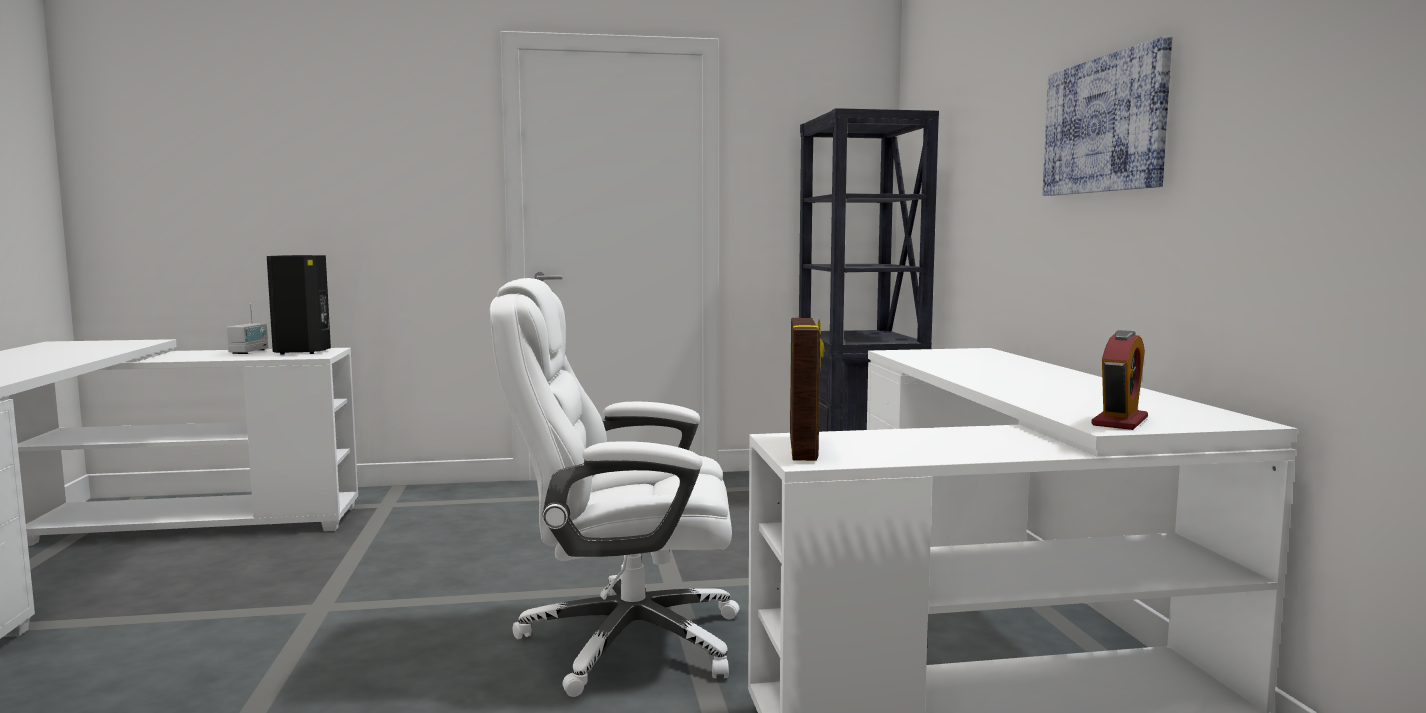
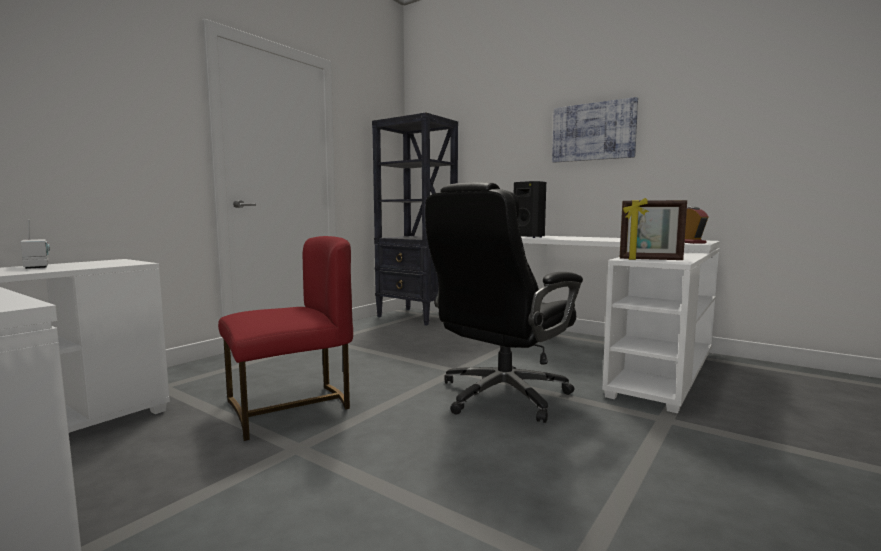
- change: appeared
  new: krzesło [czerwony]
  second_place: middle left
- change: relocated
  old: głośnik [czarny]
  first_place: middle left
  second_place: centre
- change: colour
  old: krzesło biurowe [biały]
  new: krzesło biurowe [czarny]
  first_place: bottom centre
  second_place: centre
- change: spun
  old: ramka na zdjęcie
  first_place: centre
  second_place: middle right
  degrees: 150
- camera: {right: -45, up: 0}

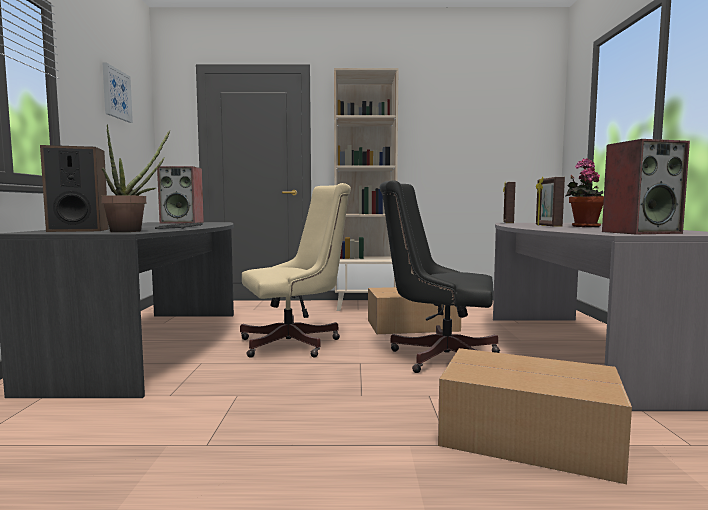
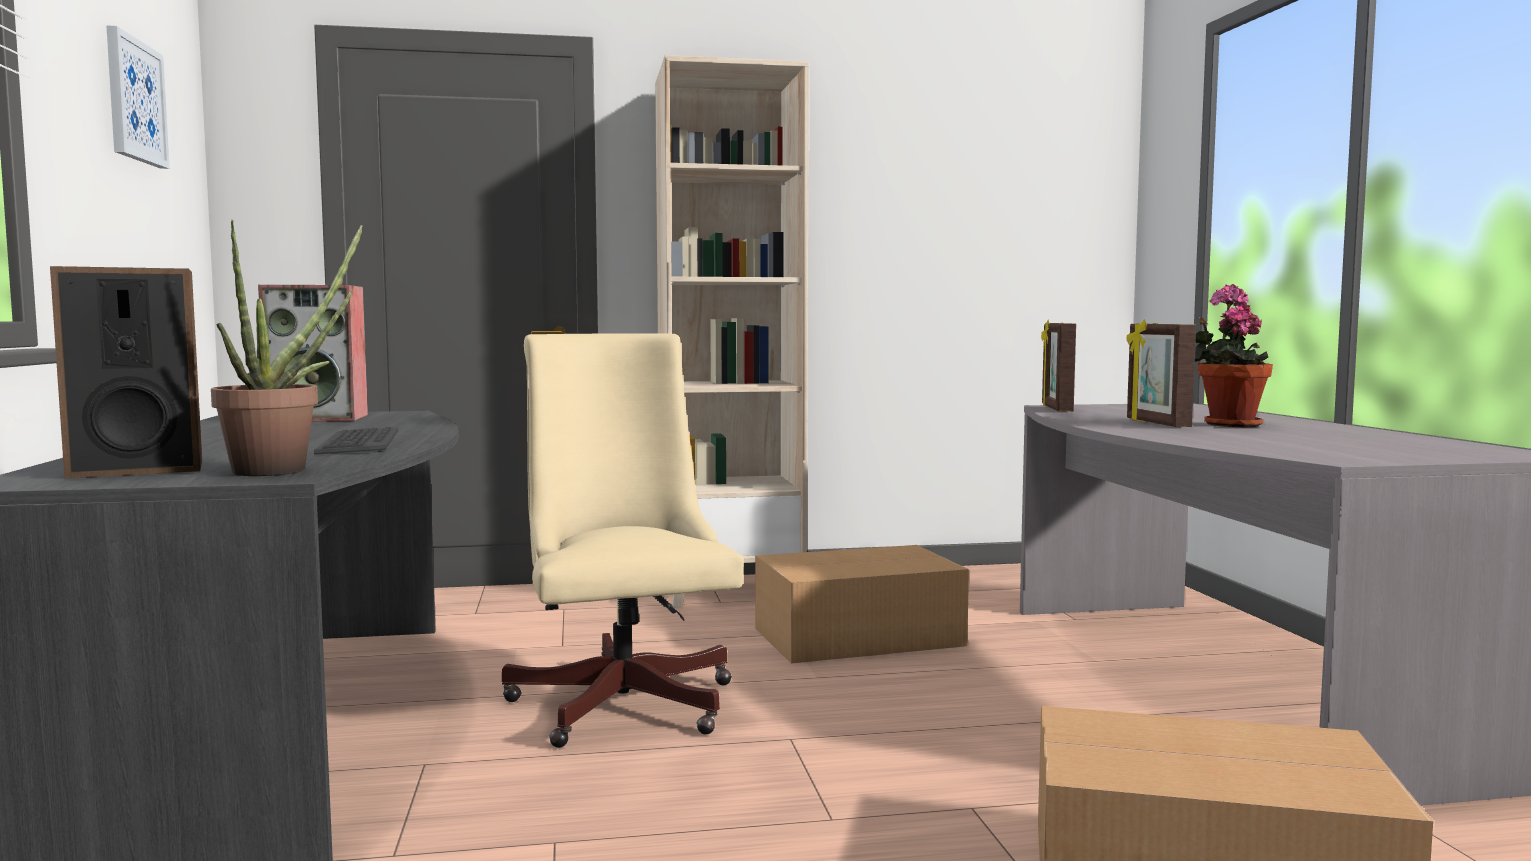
- change: missing
  old: krzesło biurowe [czarny]
  first_place: centre
- change: missing
  old: głośnik (no. 3 from left)
  first_place: middle right
- change: spun
  old: krzesło biurowe [beżowy]
  first_place: centre
  second_place: centre
  degrees: -75
- camera: {right: -10, up: 0}

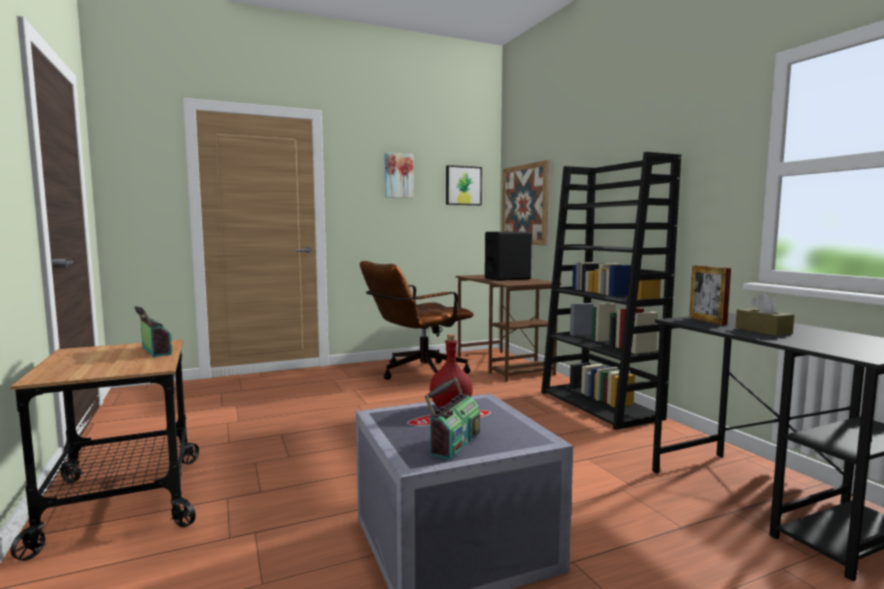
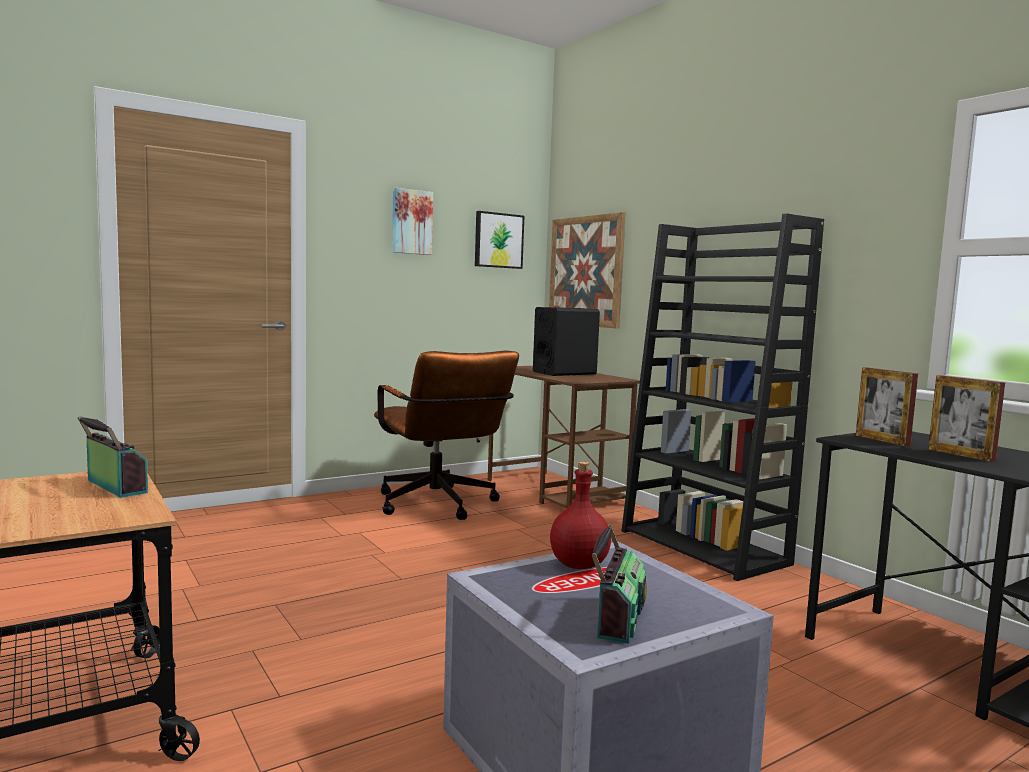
- change: exchanged
  old: pudełko chusteczek [brązowy]
  new: ramka na zdjęcie (no. 2 from left)
  first_place: middle right
  second_place: middle right
- change: spun
  old: krzesło biurowe [brązowy]
  first_place: centre
  second_place: centre
  degrees: -75
- camera: {right: -10, up: 0}

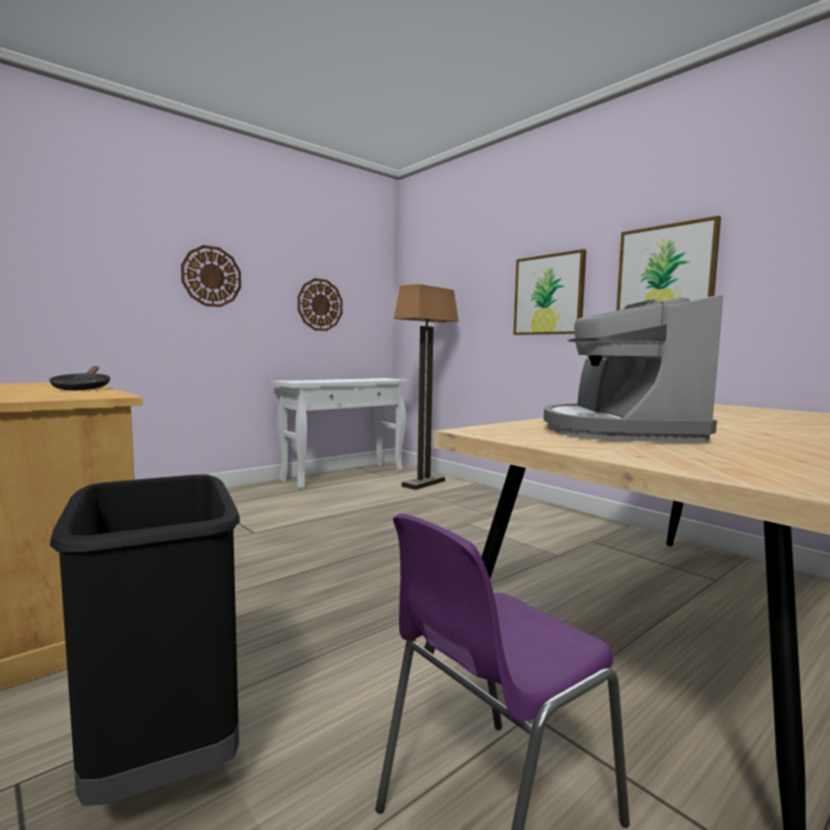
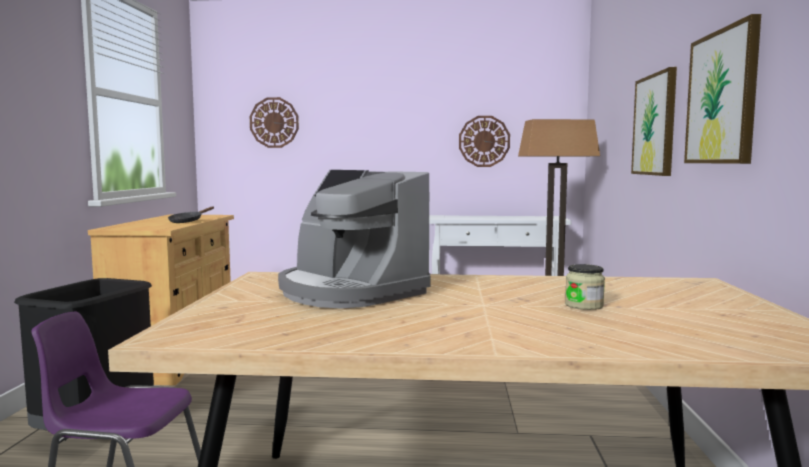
- change: appeared
  new: słoik
  second_place: middle right
- change: relocated
  old: zegar ścienny (no. 1 from left)
  first_place: top left
  second_place: top centre
- change: spun
  old: ekspres do kawy
  first_place: middle right
  second_place: centre
  degrees: -90
- camera: {right: 45, up: 0}

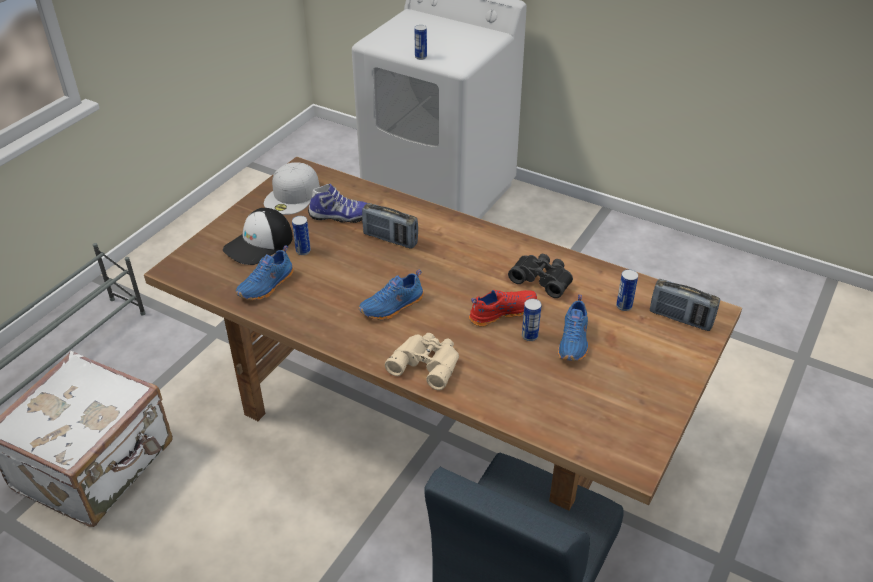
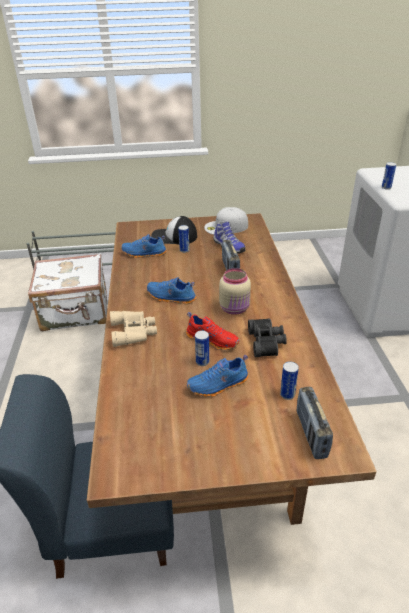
- change: appeared
  new: słoik [beżowy]
  second_place: centre
- camera: {right: 55, up: -5}

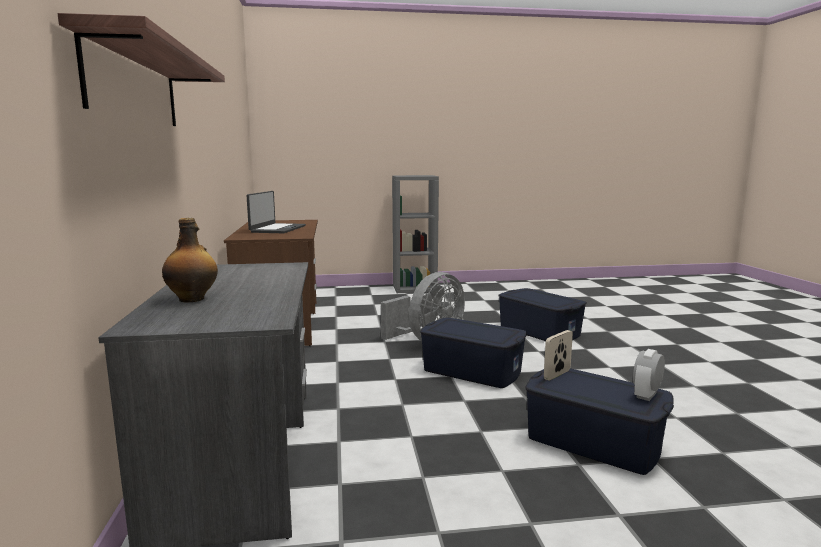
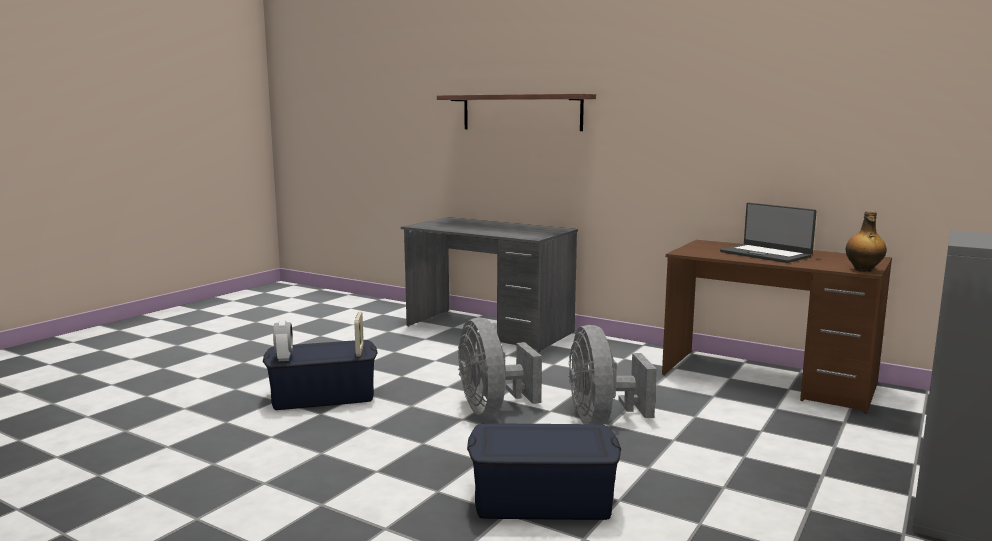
- change: relocated
  old: butelka
  first_place: middle left
  second_place: middle right
- change: exchanged
  old: pojemnik do przechowywania [niebieski] (no. 1 from left)
  new: wentylator [szary] (no. 1 from left)
  first_place: centre
  second_place: bottom centre
- camera: {right: 130, up: 0}

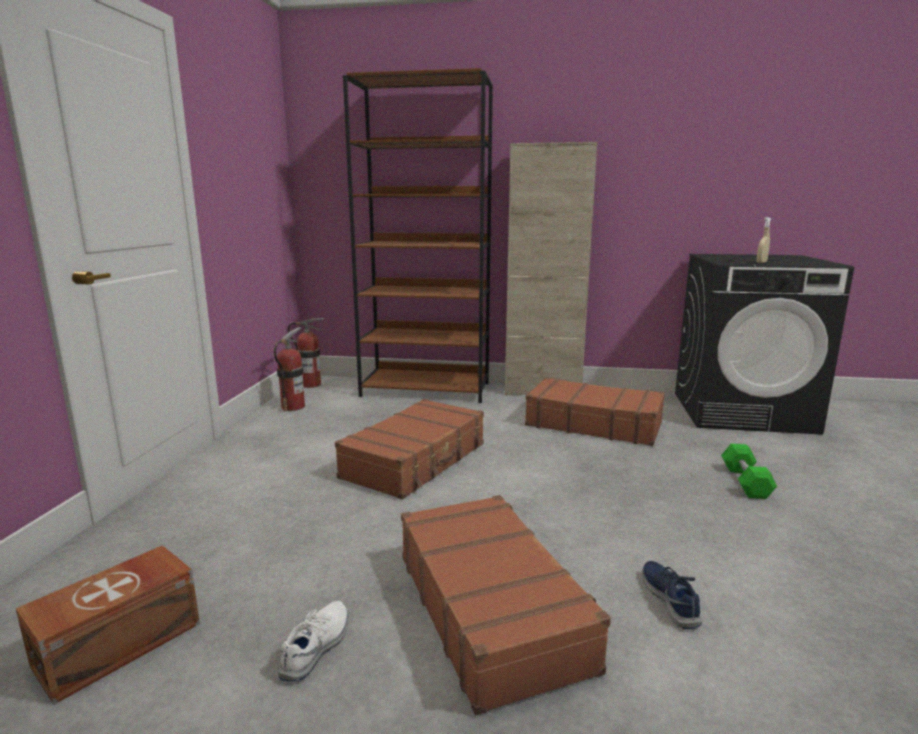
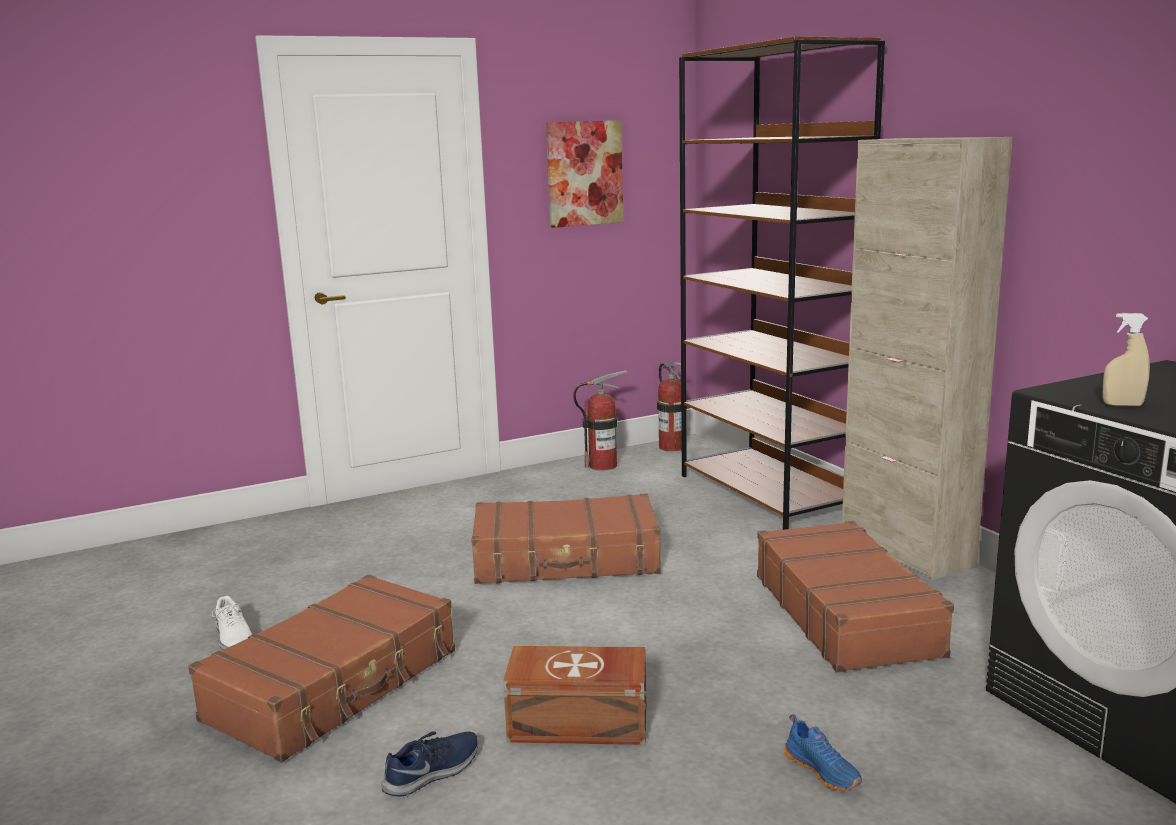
- change: appeared
  new: obraz
  second_place: top centre
- change: relocated
  old: pojemnik do przechowywania [brązowy]
  first_place: bottom left
  second_place: bottom centre
- change: exchanged
  old: hantel [zielony]
  new: but [niebieski] (no. 2 from left)
  first_place: middle right
  second_place: bottom right
- change: spun
  old: but [biały]
  first_place: bottom centre
  second_place: bottom left
  degrees: 75
- camera: {right: 55, up: 0}

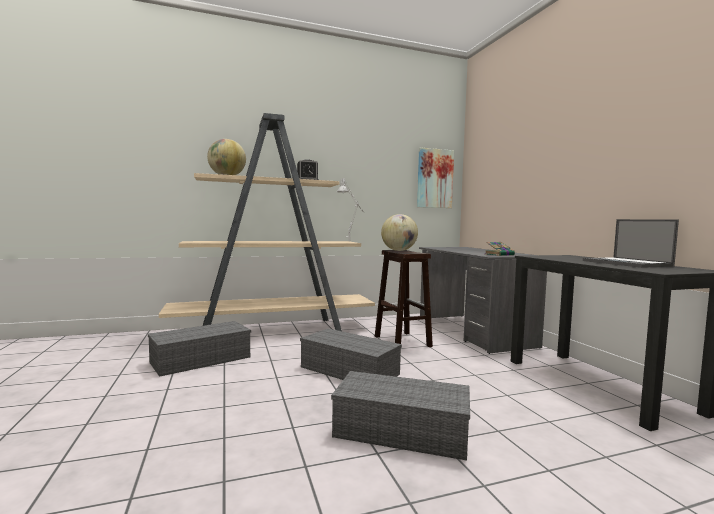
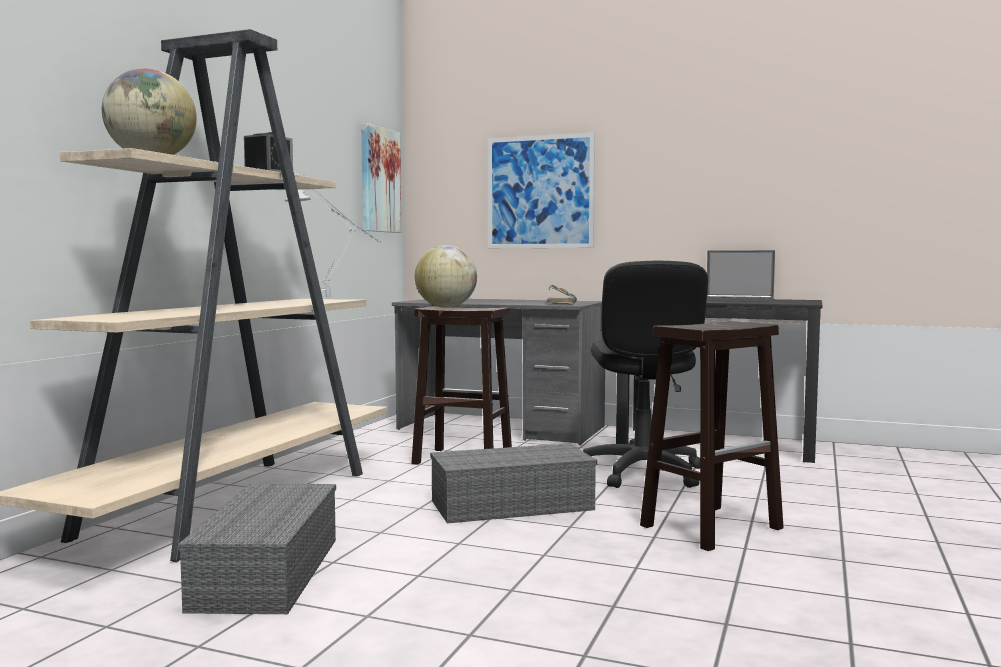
- change: appeared
  new: obraz (no. 2 from left)
  second_place: top centre
- change: appeared
  new: krzesło biurowe [czarny]
  second_place: centre
- change: exchanged
  old: pojemnik do przechowywania [szary] (no. 3 from left)
  new: stołek [brązowy] (no. 2 from left)
  first_place: bottom centre
  second_place: middle right
- camera: {right: -50, up: 0}

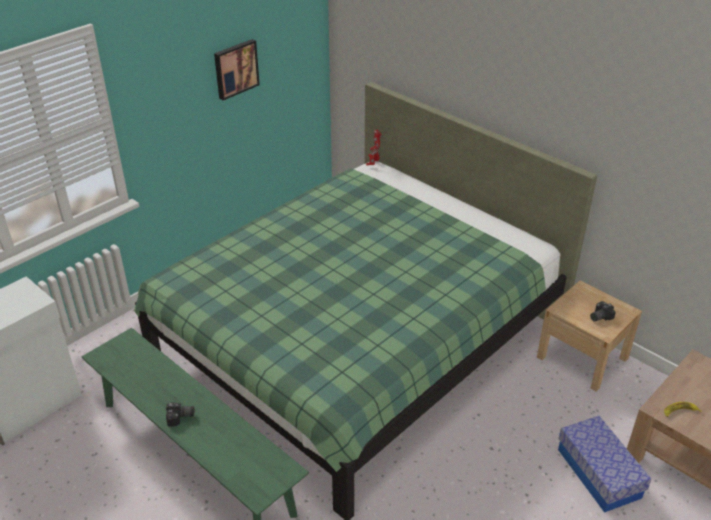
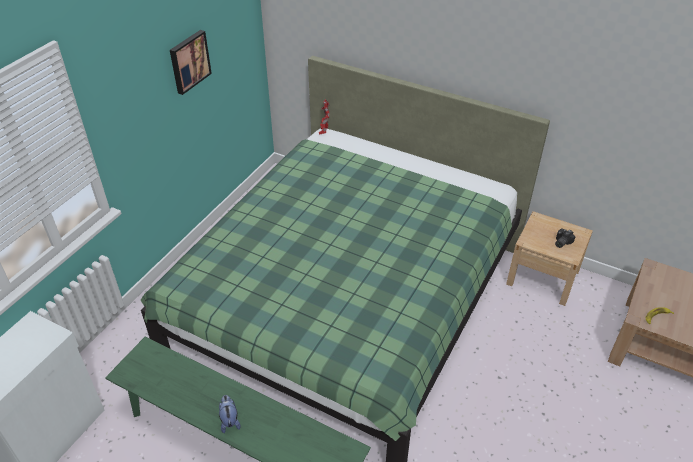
- change: missing
  old: pojemnik do przechowywania
  first_place: bottom right
- change: exchanged
  old: aparat fotograficzny (no. 1 from left)
  new: pluszak
  first_place: bottom left
  second_place: bottom left
- camera: {right: -15, up: 5}

